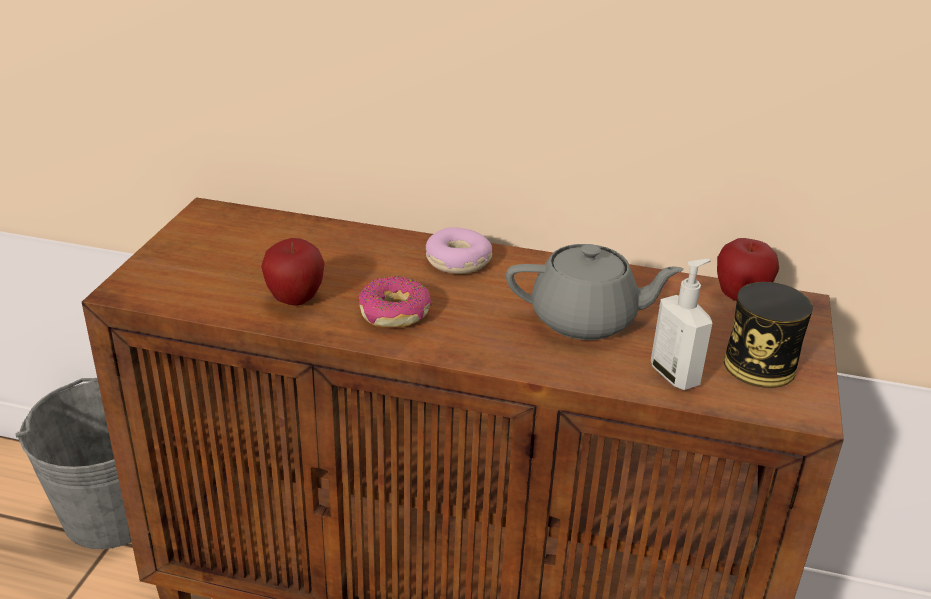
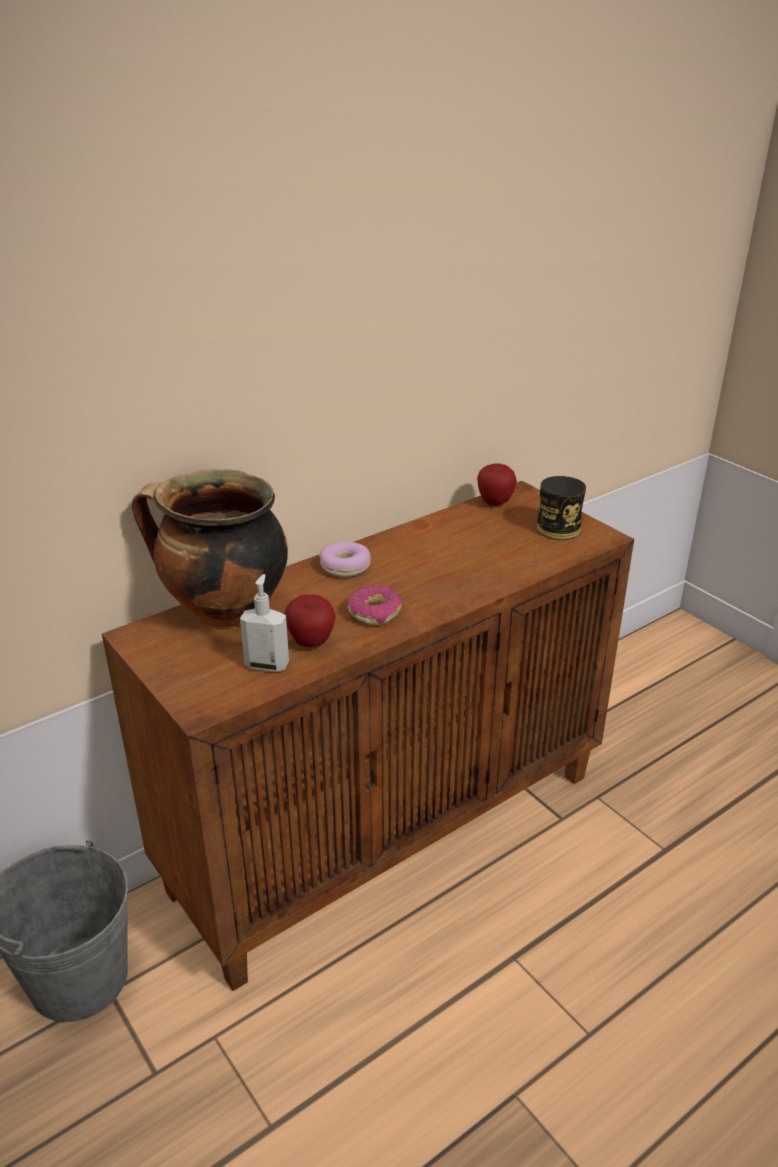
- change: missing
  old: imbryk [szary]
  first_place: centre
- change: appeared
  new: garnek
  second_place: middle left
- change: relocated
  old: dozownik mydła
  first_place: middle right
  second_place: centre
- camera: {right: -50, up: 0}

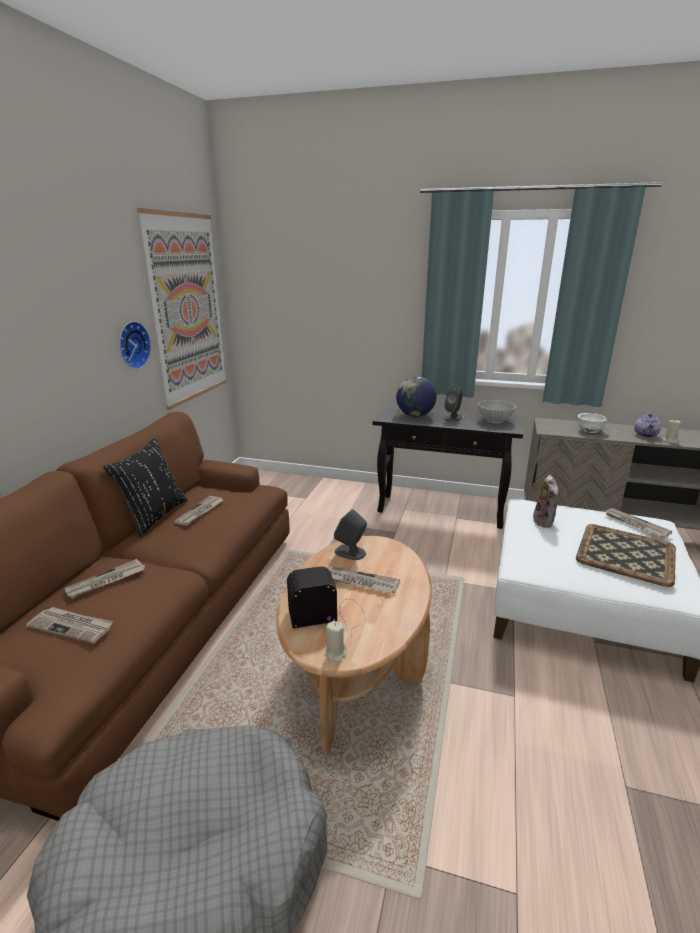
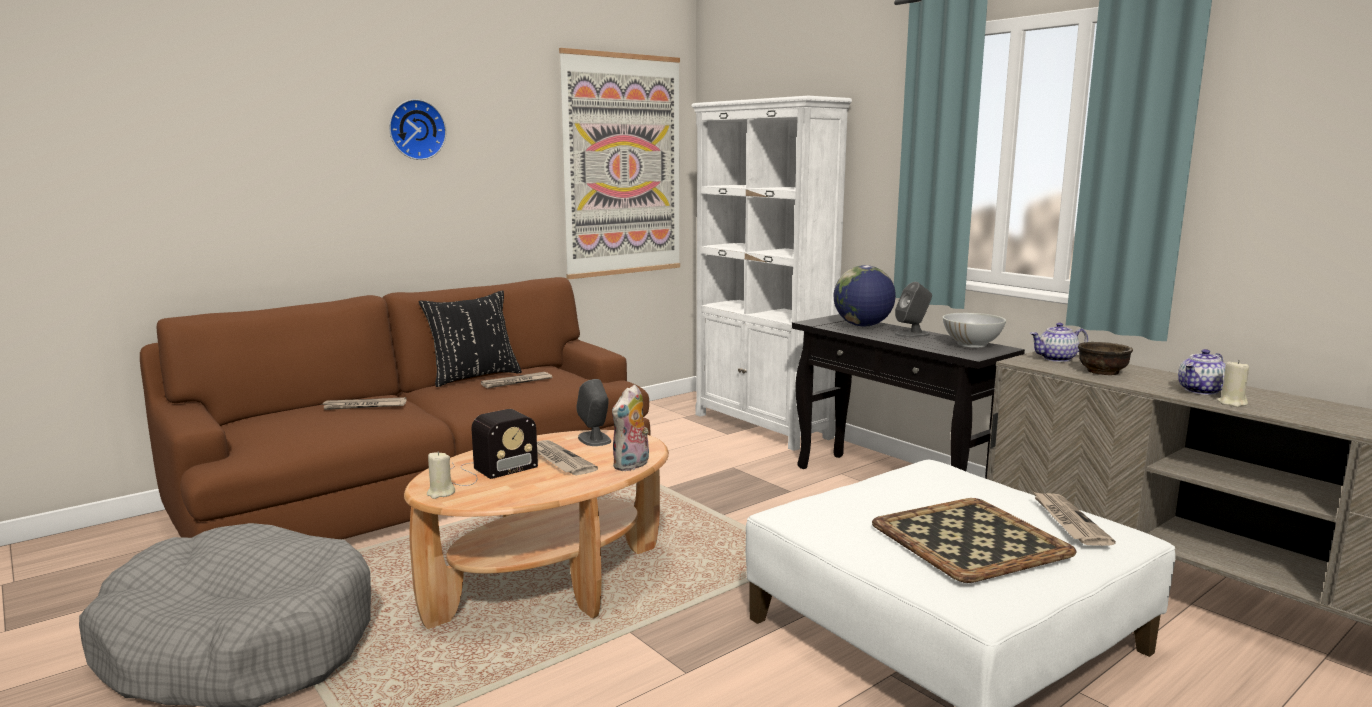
- change: missing
  old: gazeta (no. 1 from left)
  first_place: bottom left
- change: appeared
  new: regał [biały]
  second_place: centre
- change: appeared
  new: imbryk (no. 1 from left)
  second_place: middle right
- change: relocated
  old: zegar ścienny
  first_place: middle left
  second_place: top left
- change: relocated
  old: pluszak
  first_place: middle right
  second_place: centre
- change: colour
  old: miska [biały] (no. 2 from left)
  new: miska [brązowy]
  first_place: middle right
  second_place: middle right
- change: spun
  old: radio
  first_place: centre
  second_place: centre
  degrees: 120
- camera: {right: 35, up: -10}

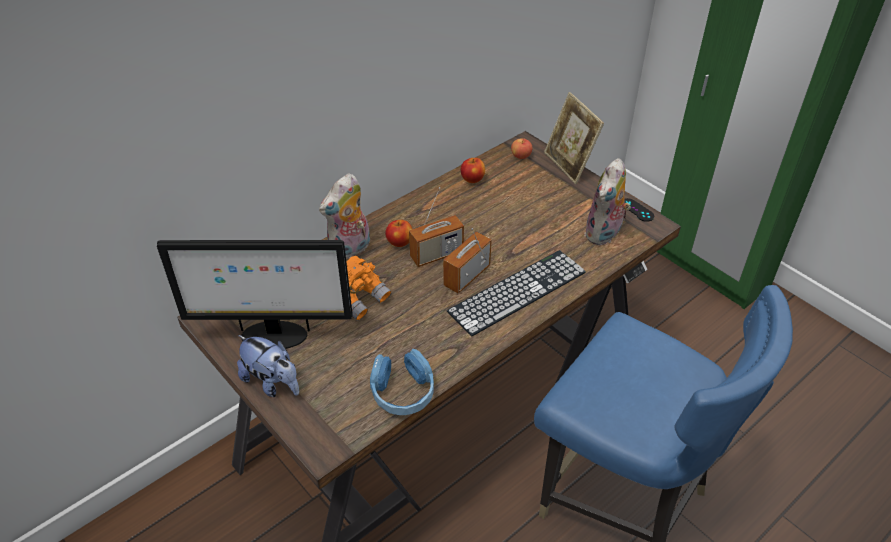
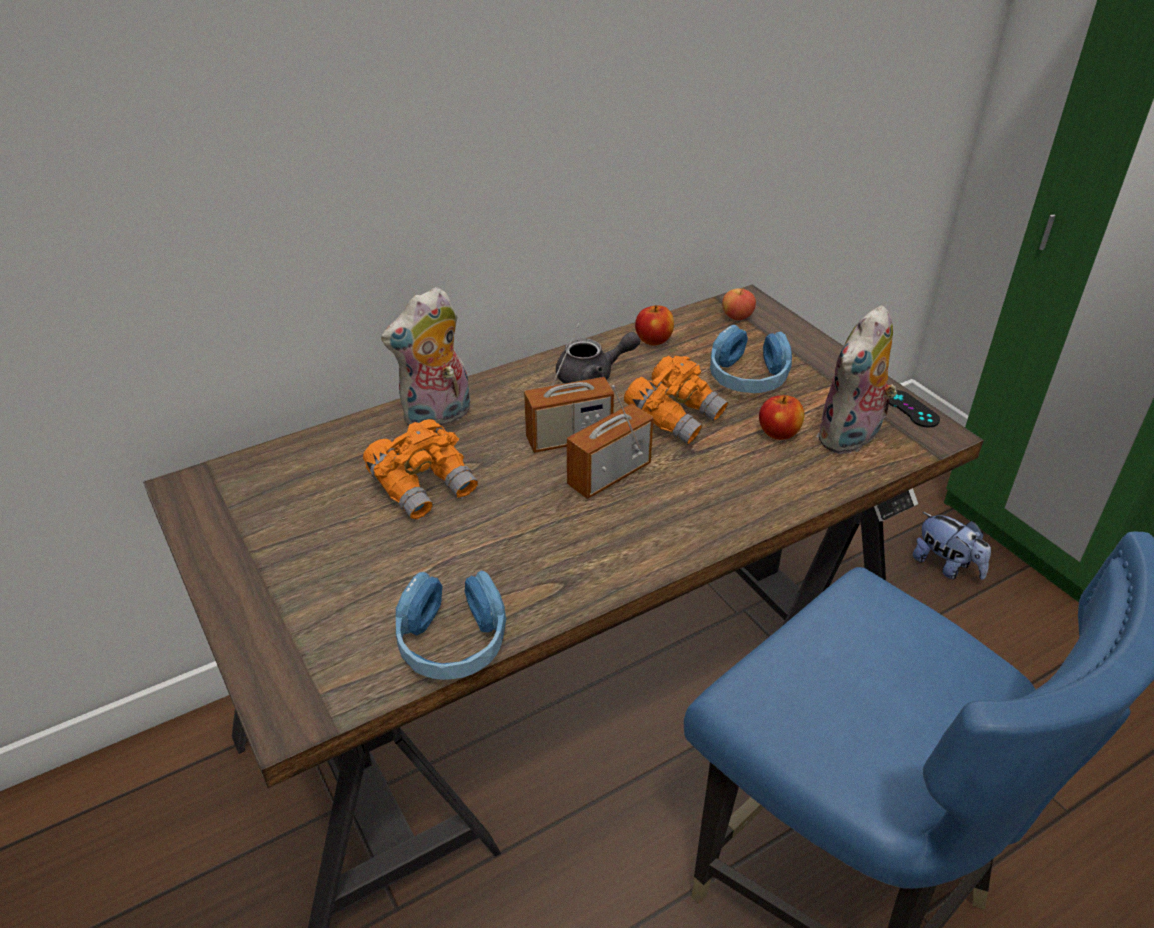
- change: missing
  old: monitor
  first_place: middle left
- change: missing
  old: klawiatura
  first_place: centre
- change: missing
  old: ramka na zdjęcie
  first_place: top centre
- change: appeared
  new: imbryk [szary]
  second_place: centre
- change: appeared
  new: lornetka [pomarańczowy] (no. 2 from left)
  second_place: centre
- change: appeared
  new: słuchawki [niebieski] (no. 2 from left)
  second_place: centre
- change: relocated
  old: pluszak (no. 1 from left in the first image)
  new: pluszak (no. 3 from left)
  first_place: bottom left
  second_place: middle right
- change: relocated
  old: jabłko (no. 1 from left in the first image)
  new: jabłko (no. 3 from left)
  first_place: centre
  second_place: middle right
- camera: {right: 10, up: -5}

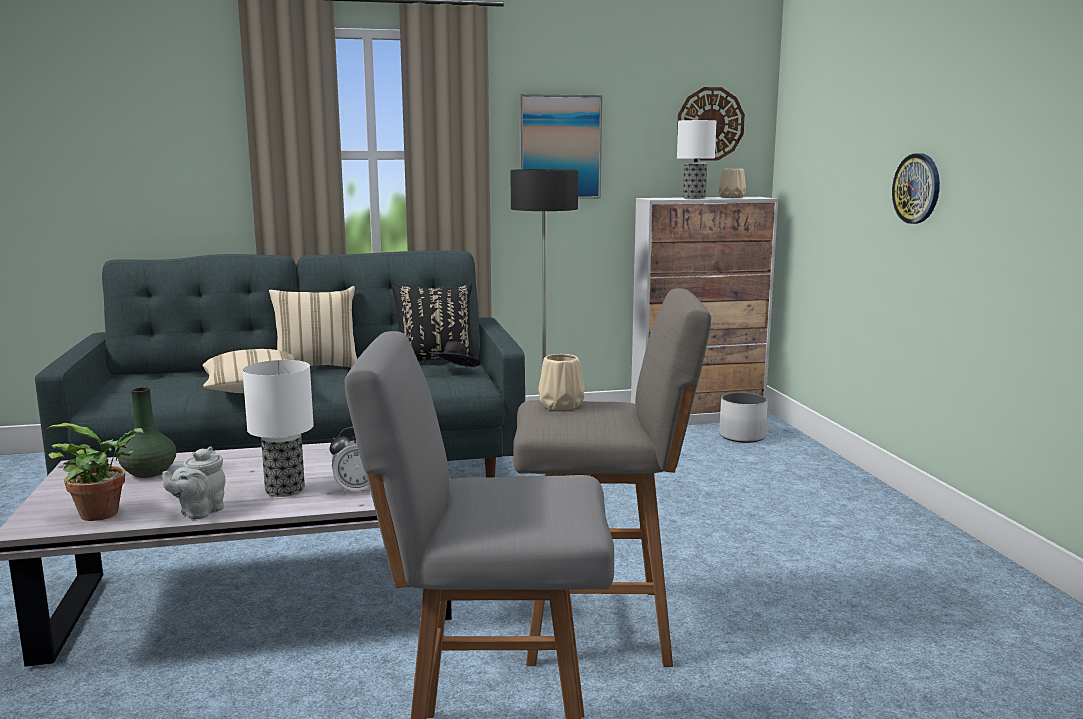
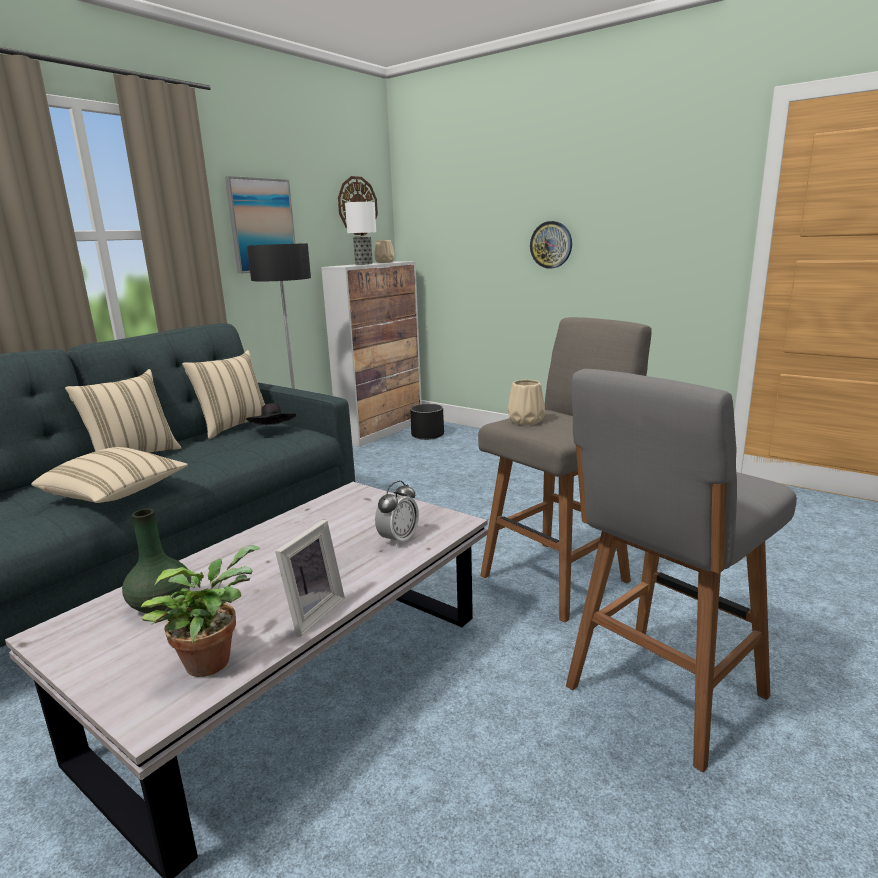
- change: missing
  old: lampa stołowa (no. 1 from left)
  first_place: middle left
- change: exchanged
  old: imbryk [szary]
  new: ramka na zdjęcie
  first_place: bottom left
  second_place: centre
- change: colour
  old: poduszka [czarny]
  new: poduszka [beżowy] (no. 3 from left)
  first_place: centre
  second_place: middle left
- change: colour
  old: donica [biały]
  new: donica [czarny]
  first_place: middle right
  second_place: centre
- camera: {right: -40, up: 5}

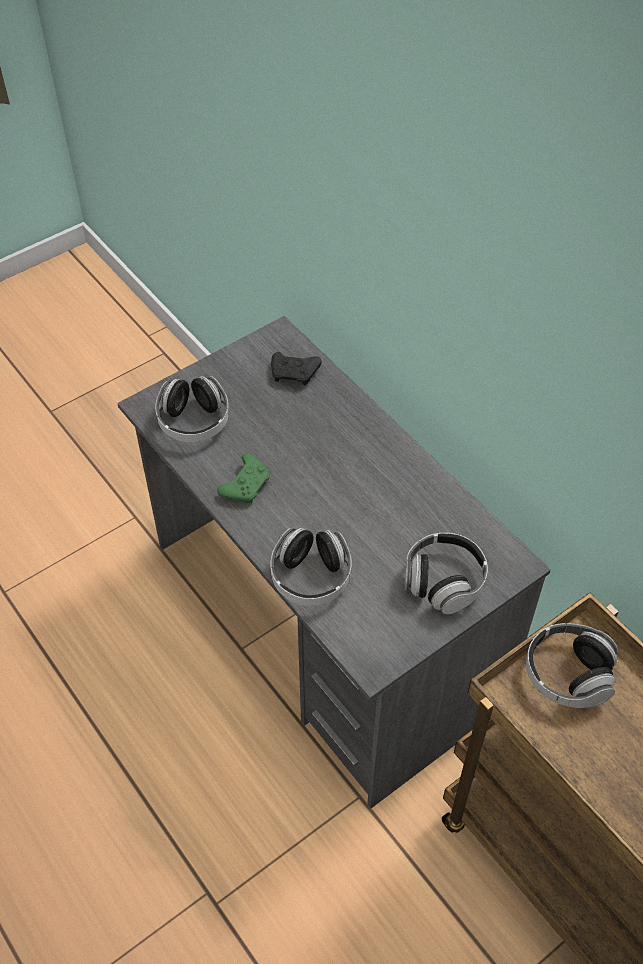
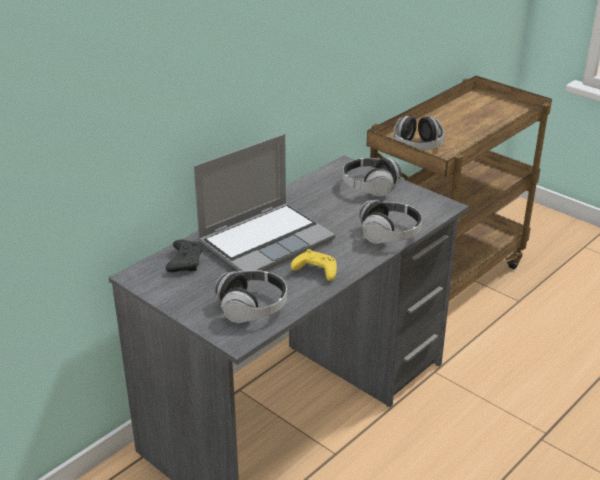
- change: appeared
  new: laptop
  second_place: centre
- change: colour
  old: pad do gier [zielony]
  new: pad do gier [żółty]
  first_place: centre
  second_place: centre
- camera: {right: -100, up: -20}

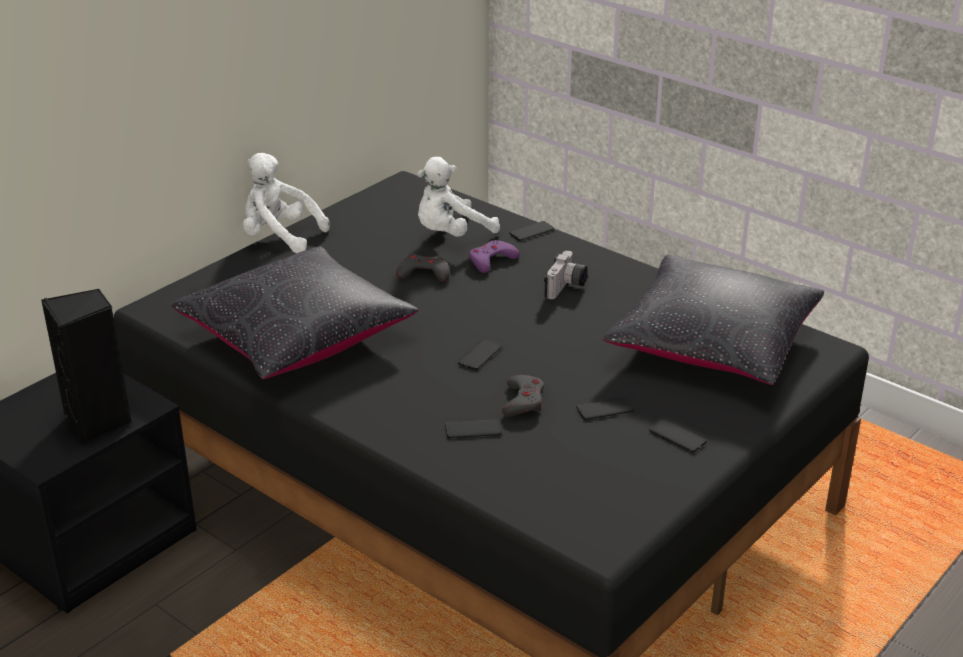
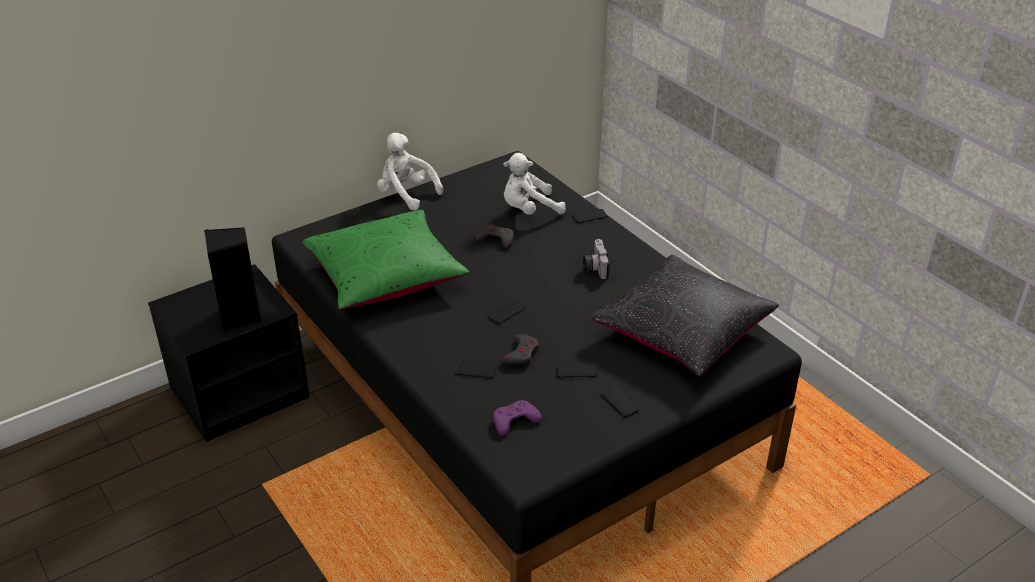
- change: relocated
  old: pad do gier [fioletowy]
  first_place: centre
  second_place: bottom centre
- change: colour
  old: poduszka [czarny] (no. 1 from left)
  new: poduszka [zielony]
  first_place: middle left
  second_place: centre
- change: spun
  old: aparat fotograficzny
  first_place: centre
  second_place: centre
  degrees: 135
- camera: {right: 15, up: 5}

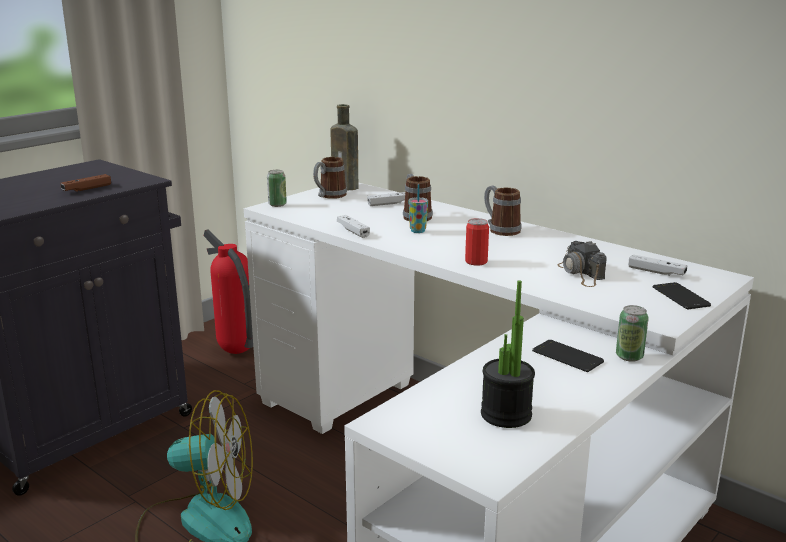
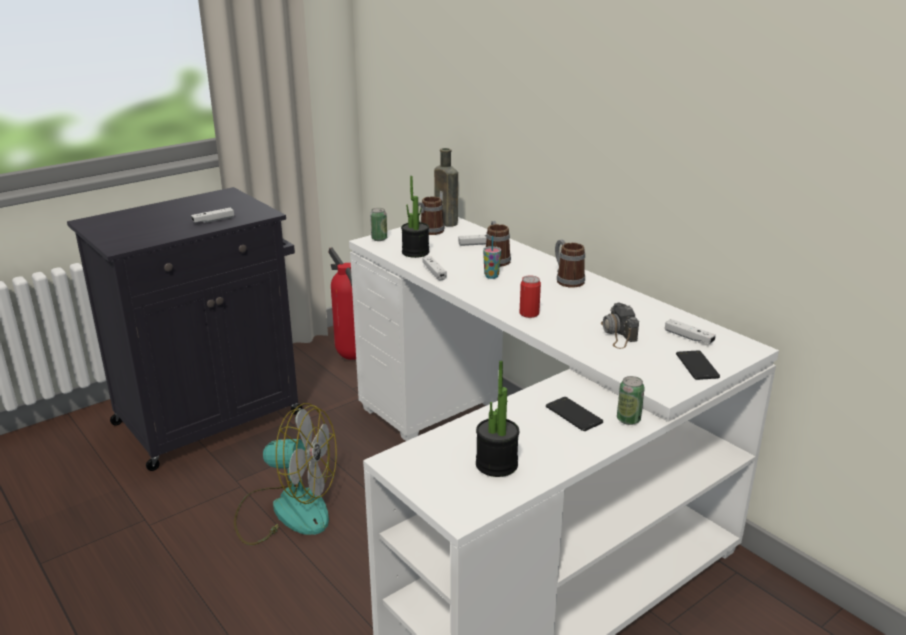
- change: appeared
  new: roślina doniczkowa (no. 1 from left)
  second_place: centre
- change: colour
  old: pad do gier [brązowy]
  new: pad do gier [biały] (no. 1 from left)
  first_place: middle left
  second_place: middle left
- camera: {right: 10, up: 5}

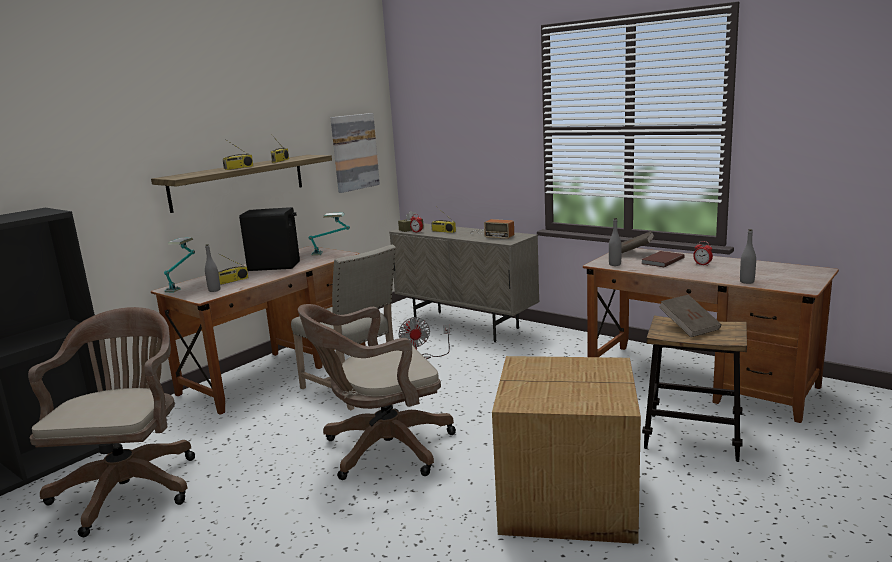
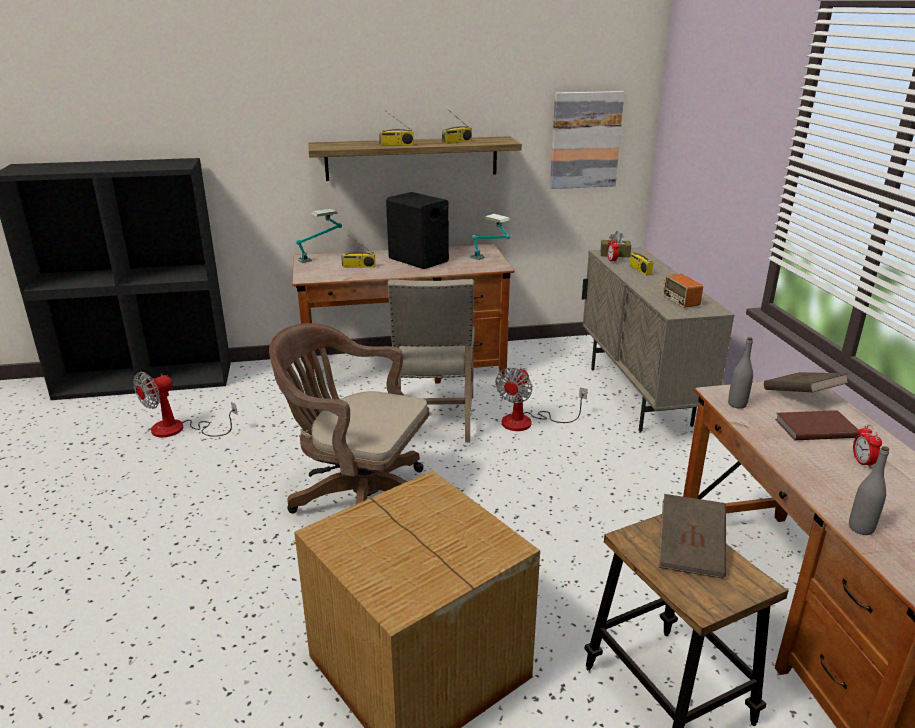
- change: missing
  old: butelka [szary] (no. 1 from left)
  first_place: middle left
- change: exchanged
  old: krzesło biurowe [brązowy] (no. 1 from left)
  new: wentylator (no. 1 from left)
  first_place: bottom left
  second_place: middle left
- camera: {right: 40, up: 10}

